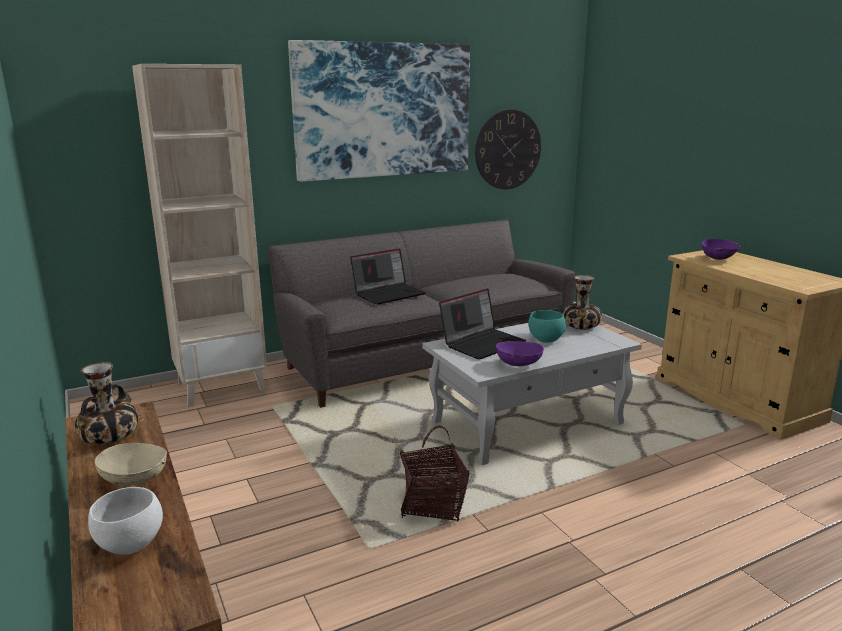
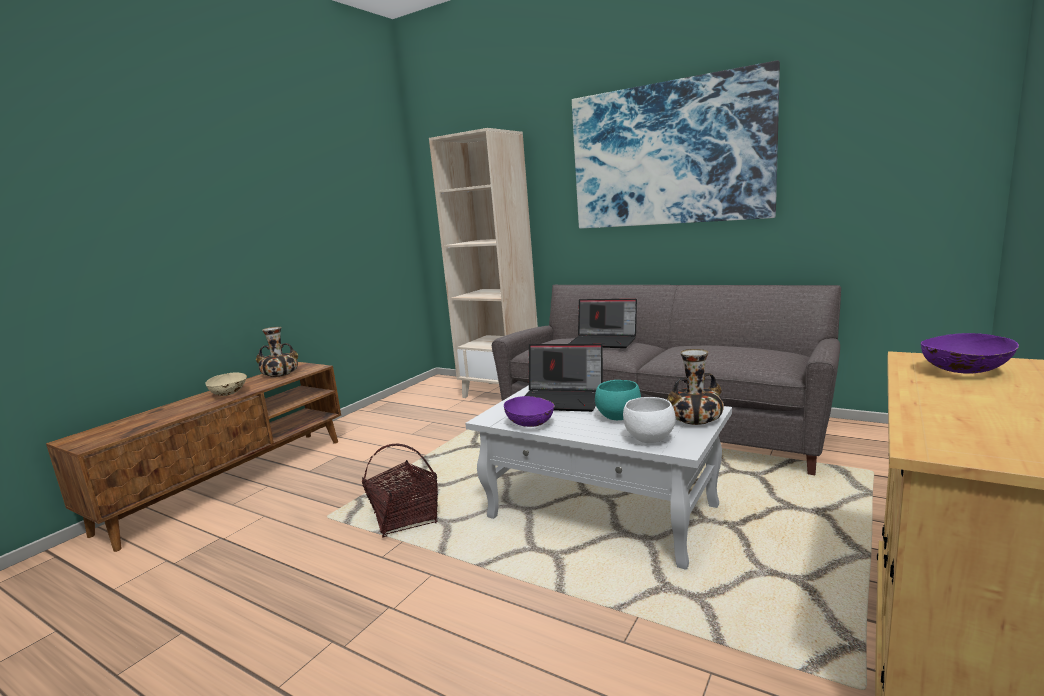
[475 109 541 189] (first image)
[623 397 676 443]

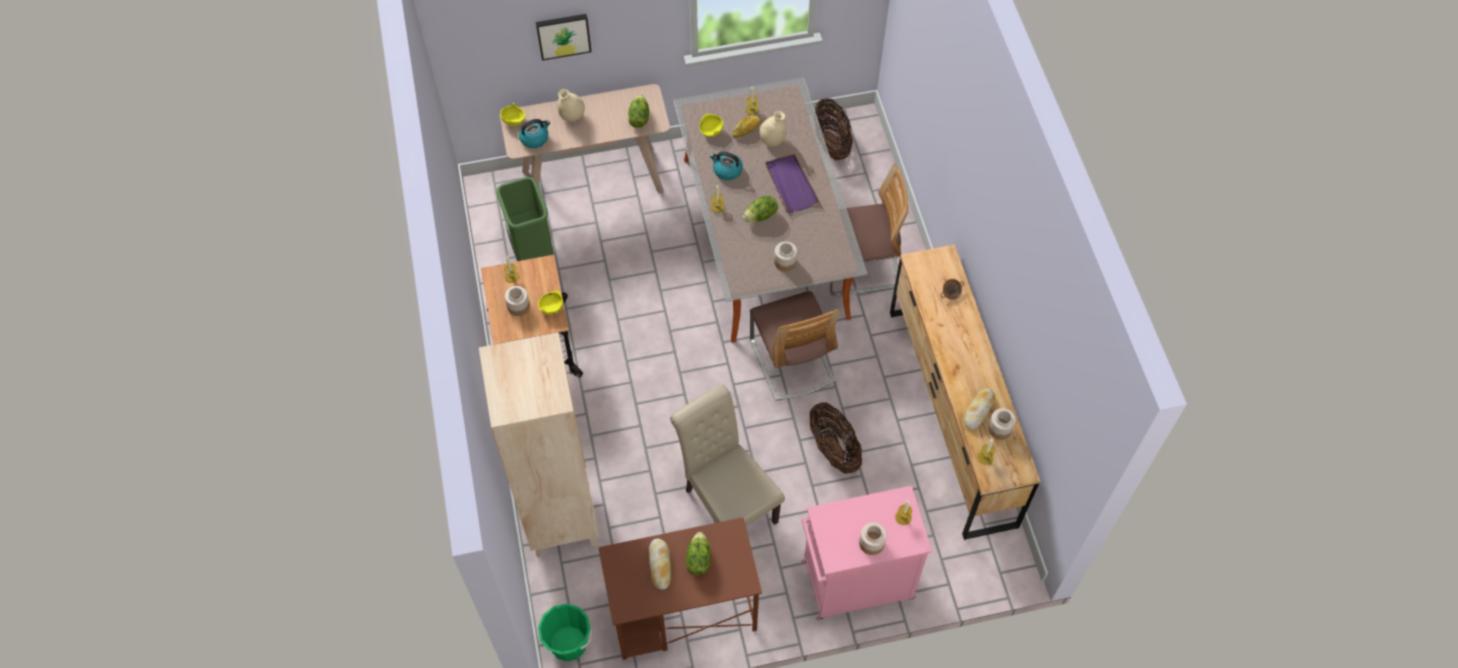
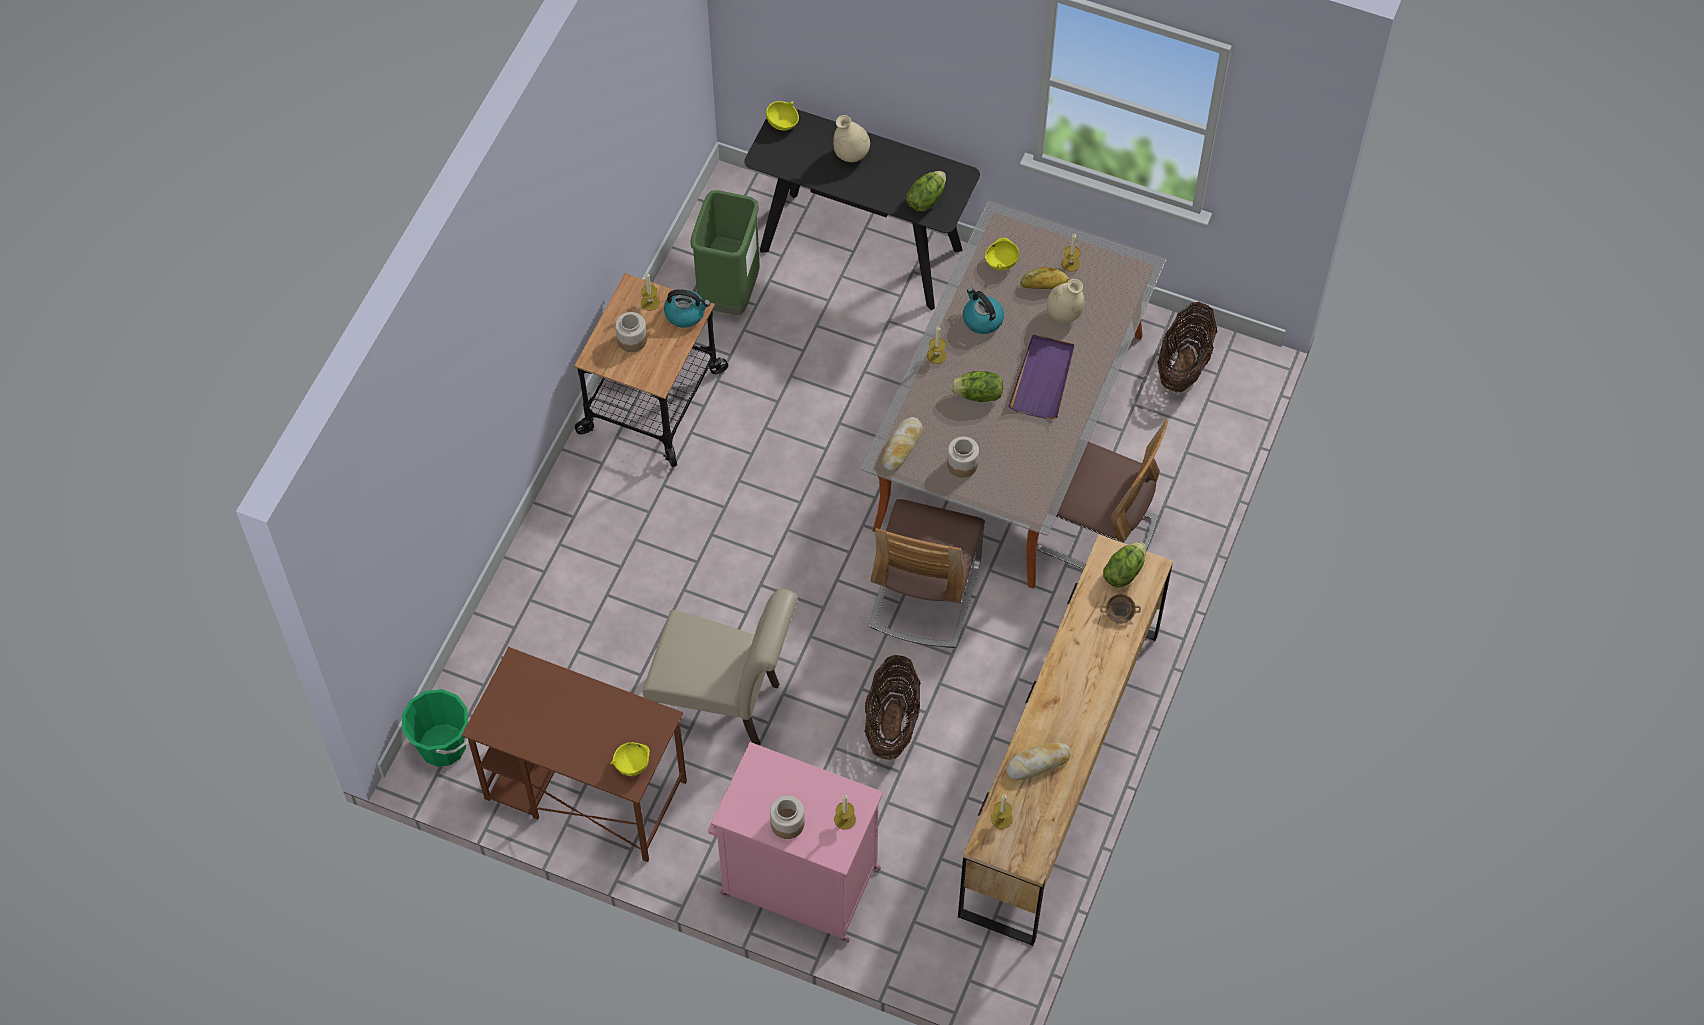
[479 332 599 557] (first image)
[536 14 592 61] (first image)
[988 408 1016 440] (first image)
[664 289 710 327]
[610 742 650 776]
[881 417 923 470]
[1103 542 1146 588]
[744 109 980 310]
[643 589 798 745]

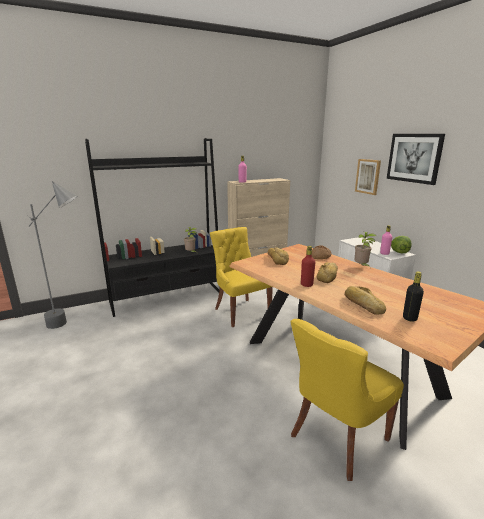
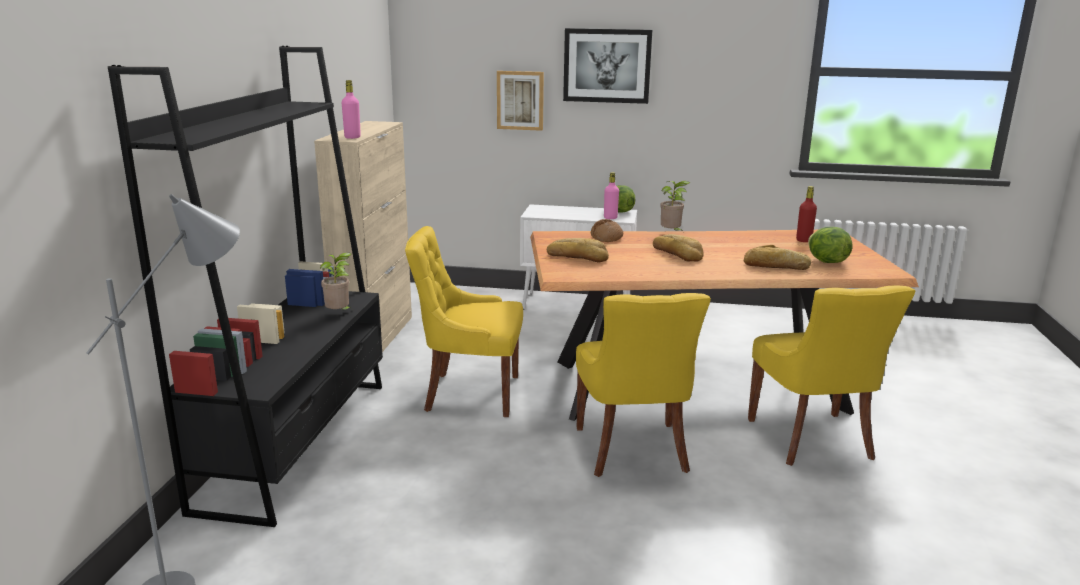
[576 293 711 477]
[796 186 817 242]
[808 227 853 263]

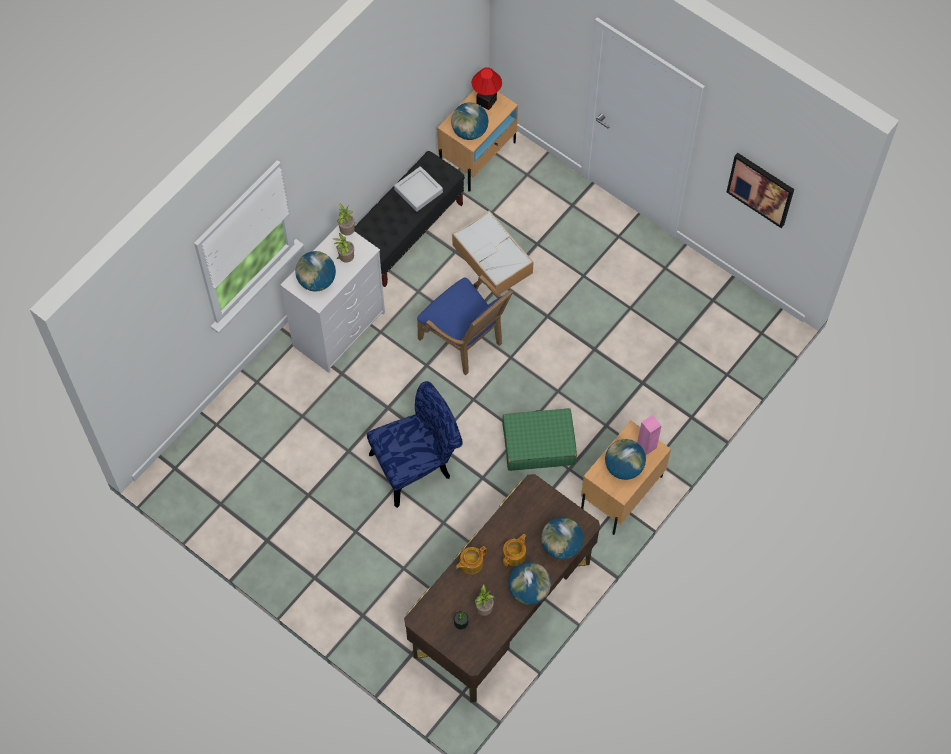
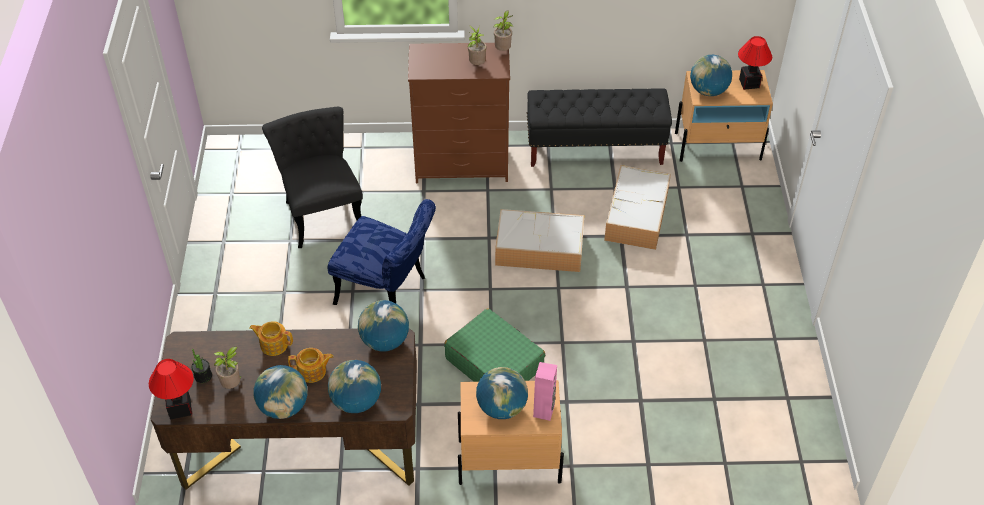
[394 166 443 212] (first image)
[727 153 794 228] (first image)
[149 359 194 420]
[262 107 363 248]
[358 300 409 351]
[495 209 584 272]
[408 43 510 183]

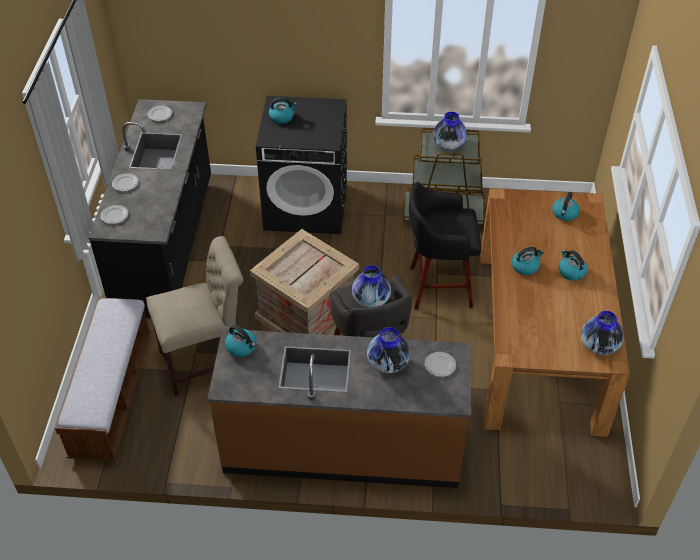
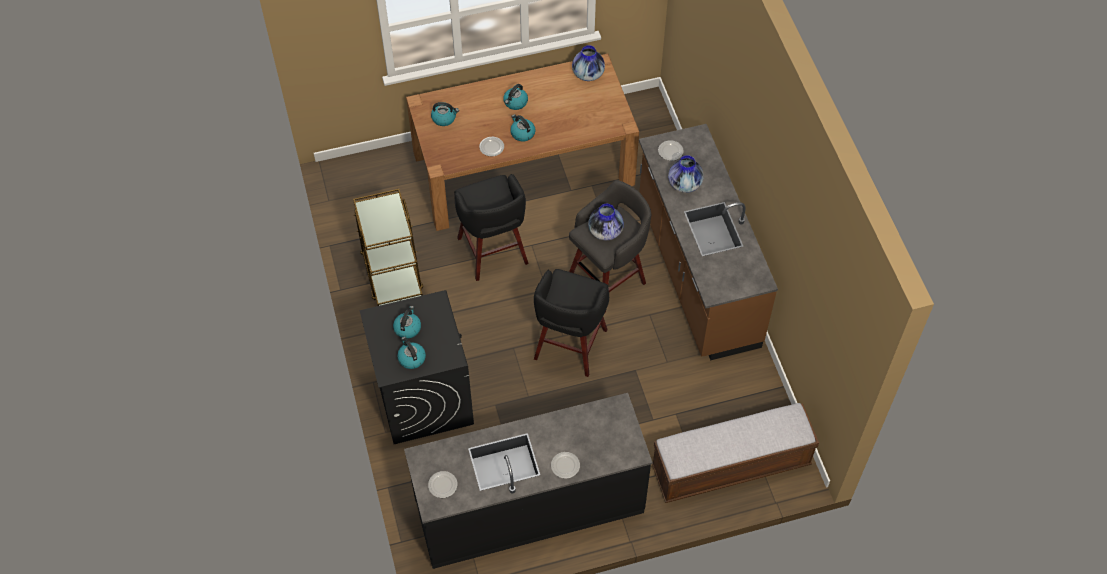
[146 236 244 397] (first image)
[433 112 467 150] (first image)
[479 137 504 156]
[393 306 421 339]
[534 269 609 377]

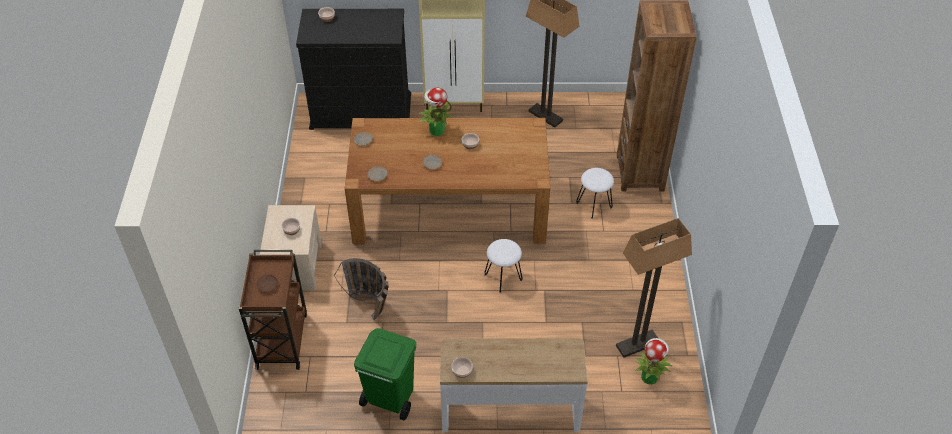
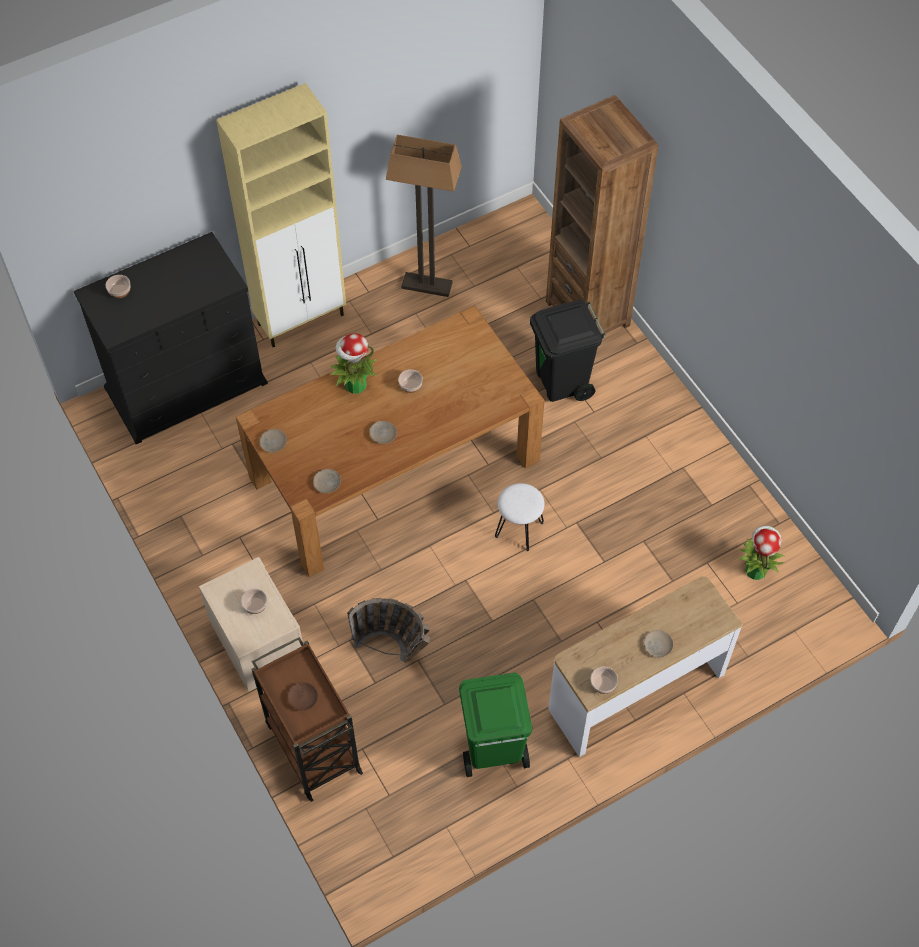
[616 218 692 358] (first image)
[644 630 673 658]
[530 300 606 402]

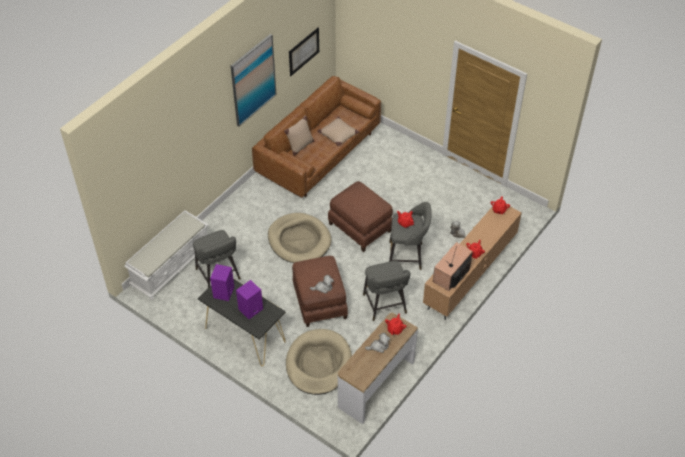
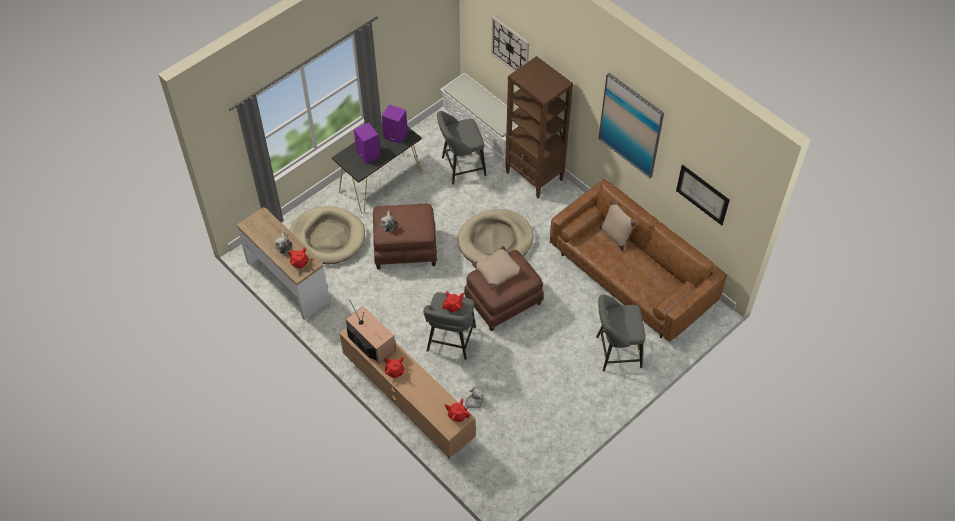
[491 16 529 71]
[505 56 573 198]
[472 246 525 290]
[596 295 646 372]

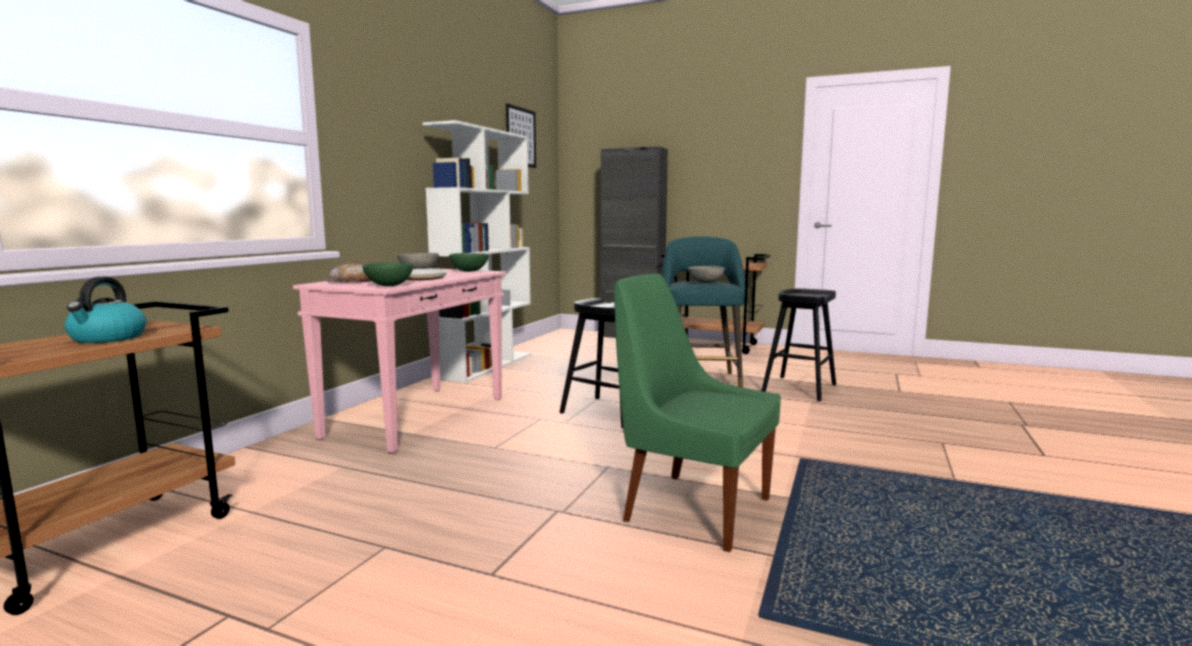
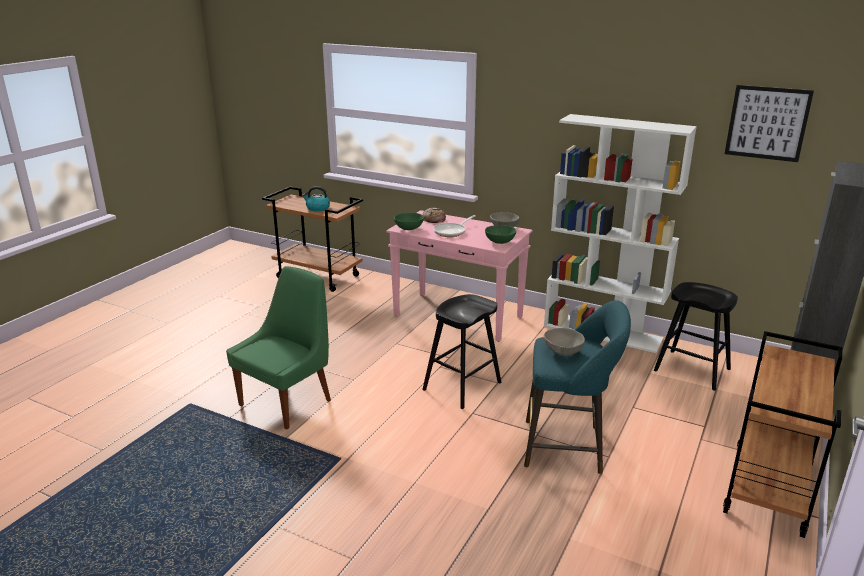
[654 282 738 391]

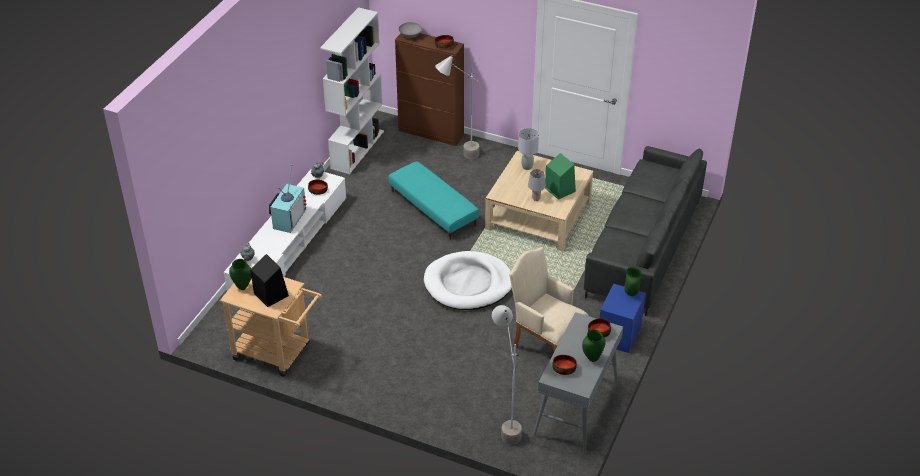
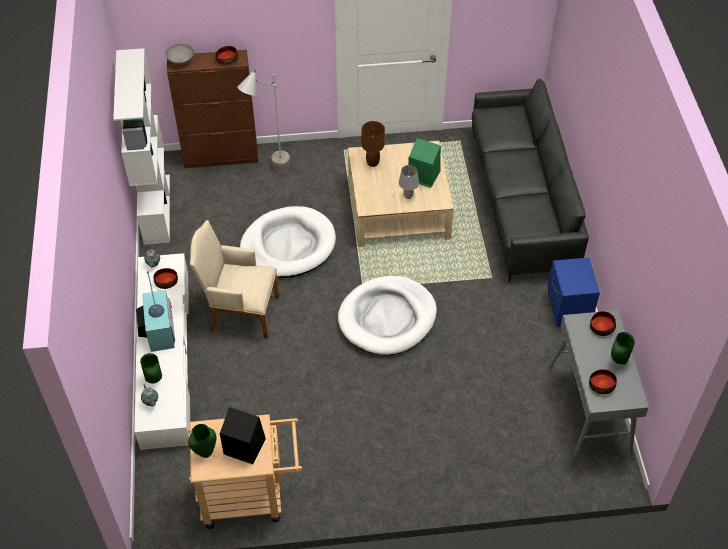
[492 305 522 445] (first image)
[190 220 279 339]
[140 353 162 383]
[240 206 336 278]
[362 121 385 167]

